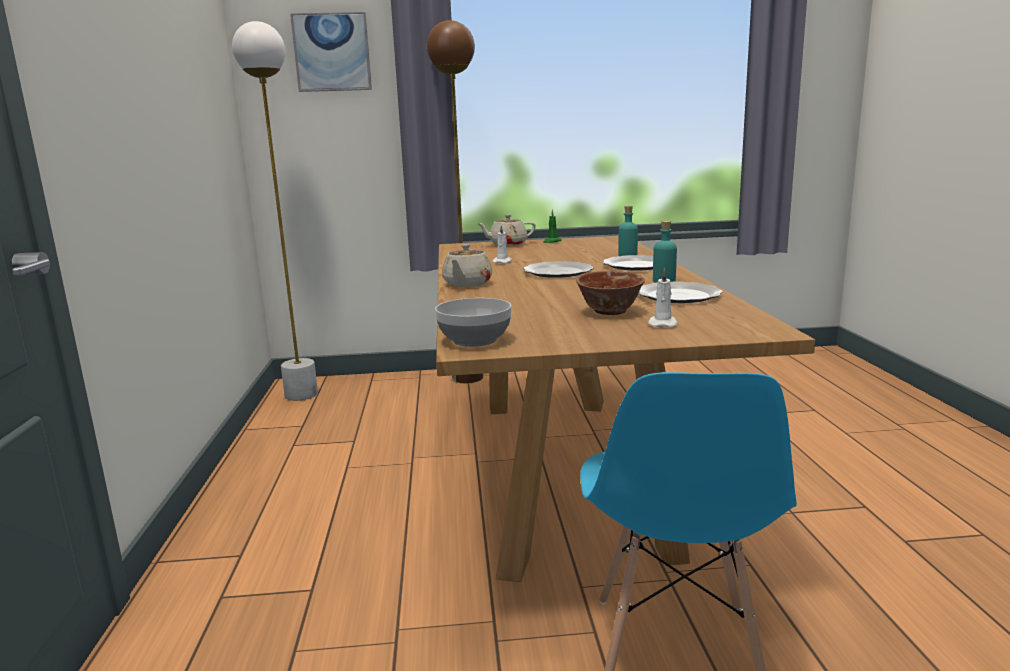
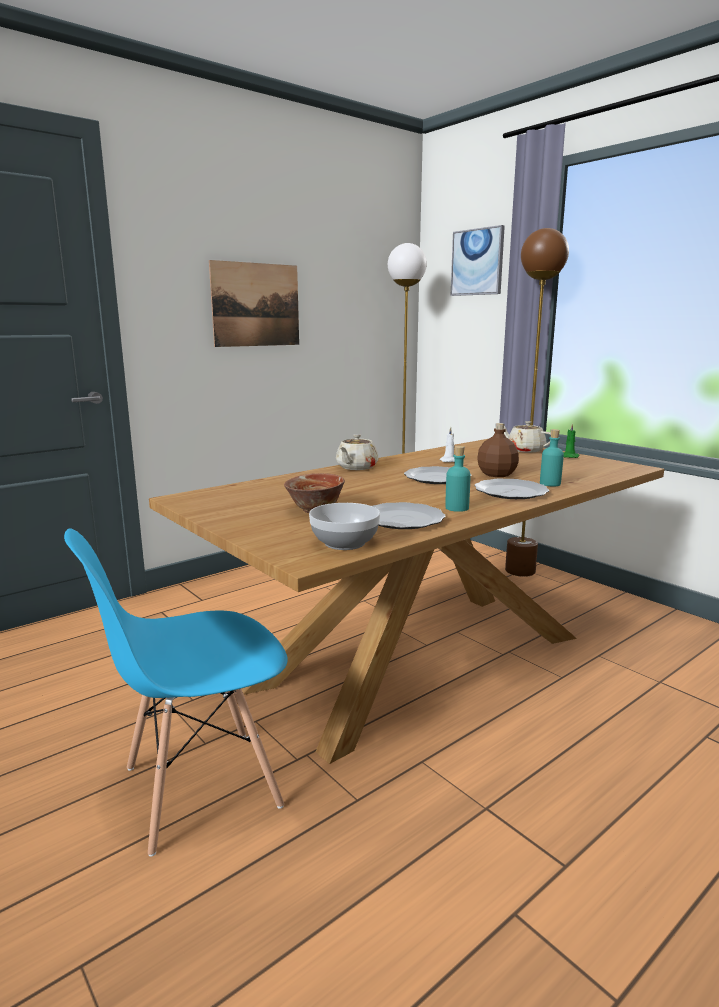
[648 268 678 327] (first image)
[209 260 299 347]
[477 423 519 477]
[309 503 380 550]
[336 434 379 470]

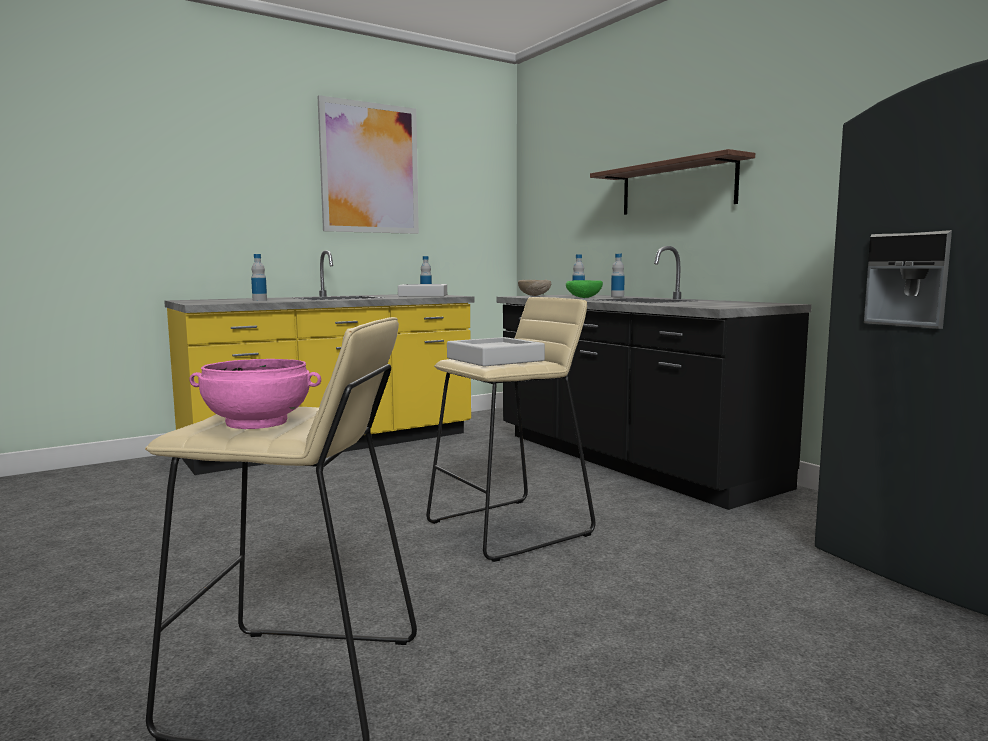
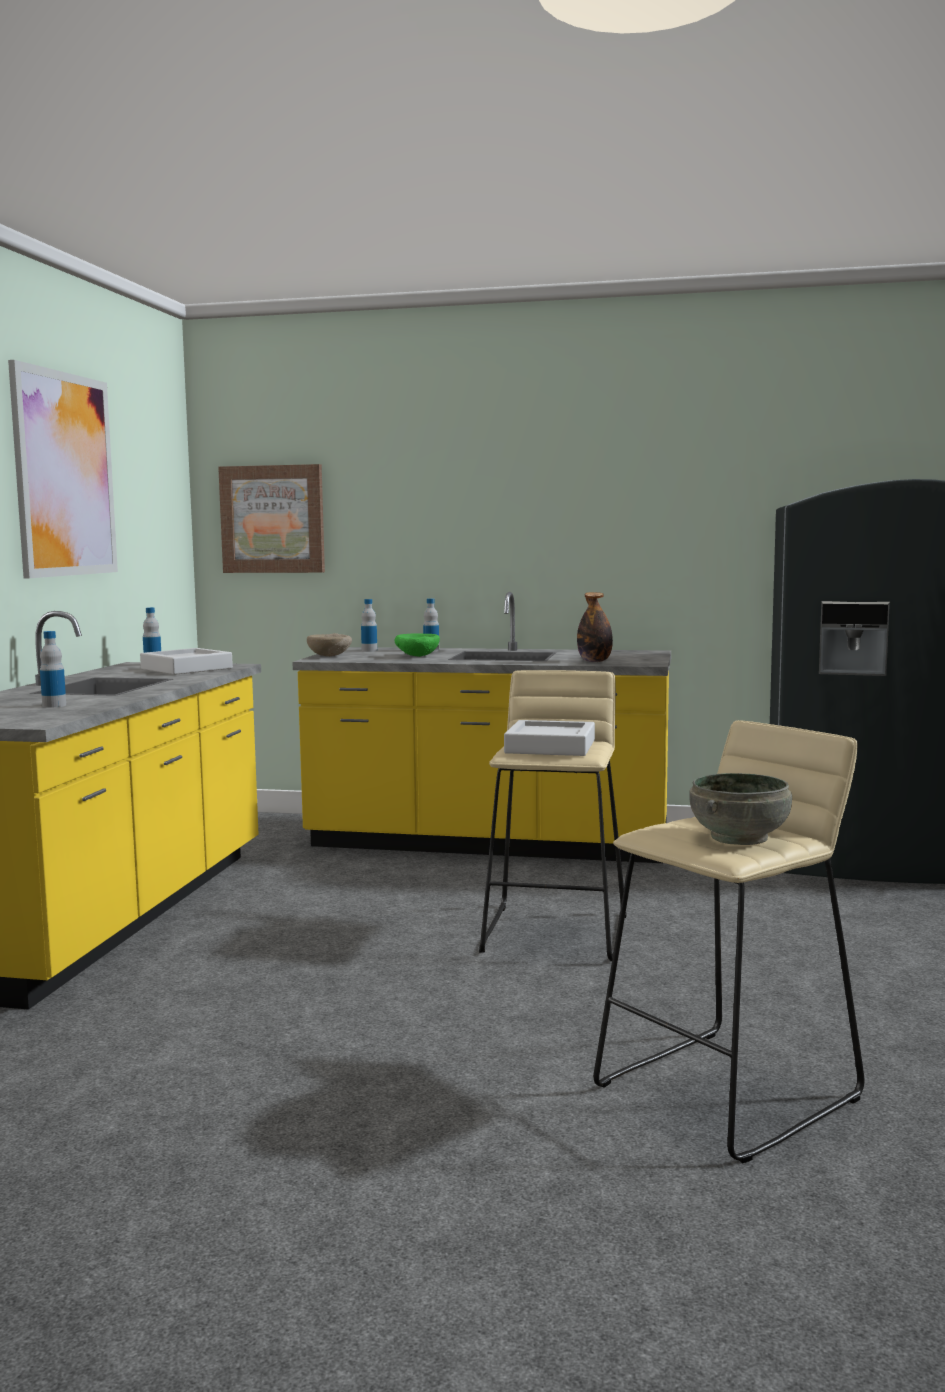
[590 149 755 215] (first image)
[218 464 325 573]
[577 592 613 662]
[689 773 792 845]
[292 592 671 863]

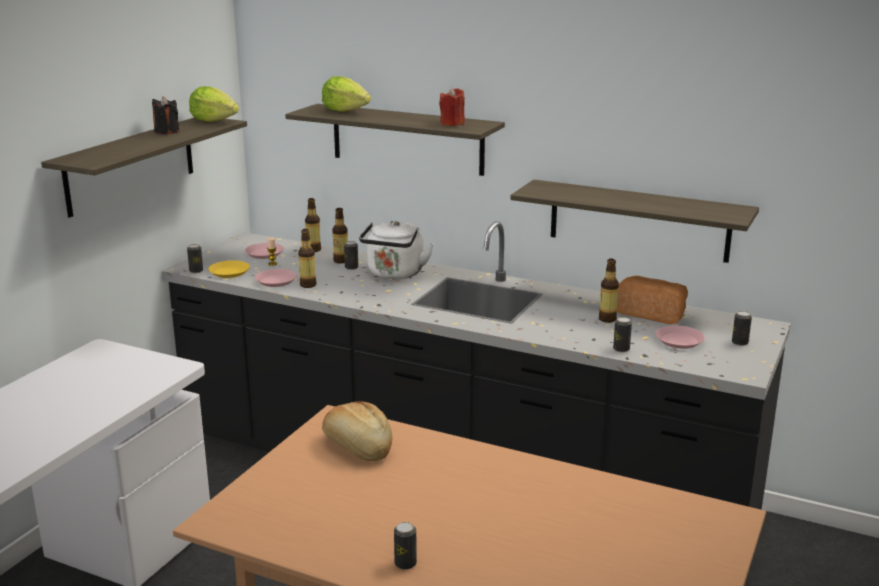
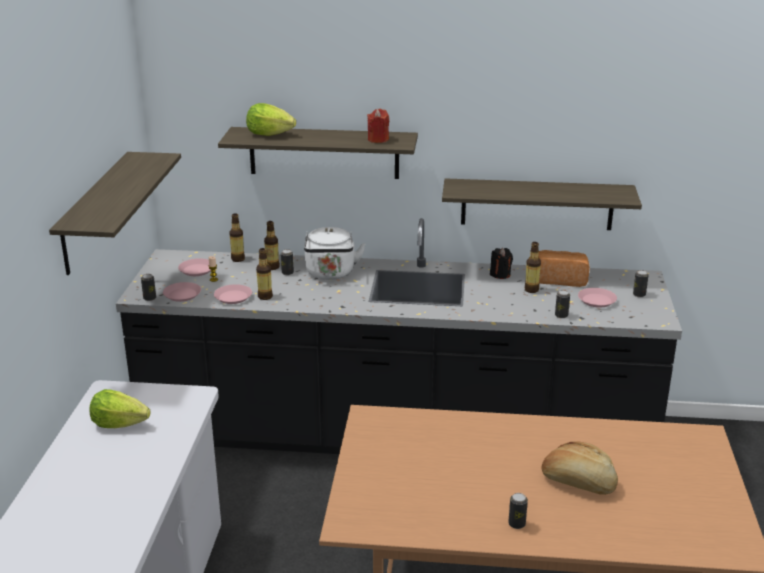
[490 248 513 279]
[89 389 151 428]
[541 441 618 495]
[163 282 201 302]

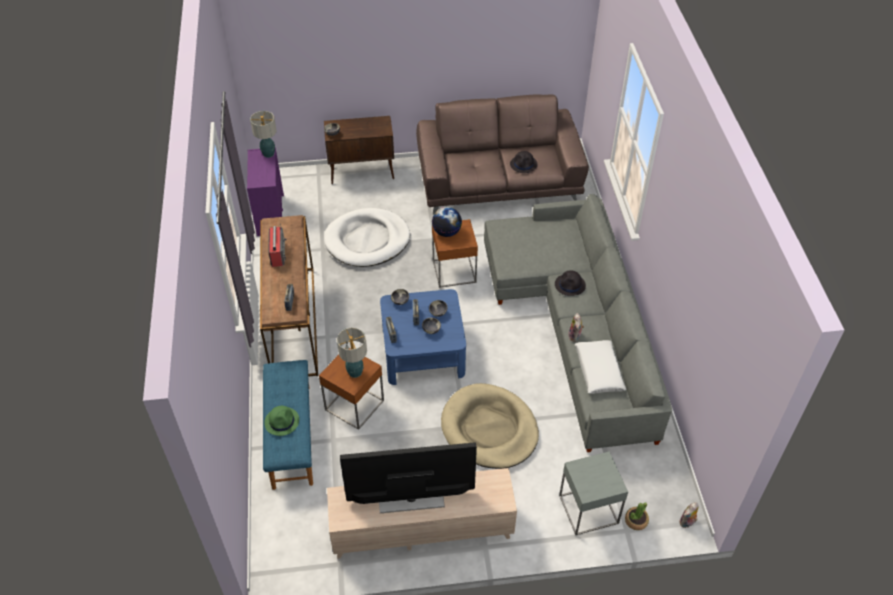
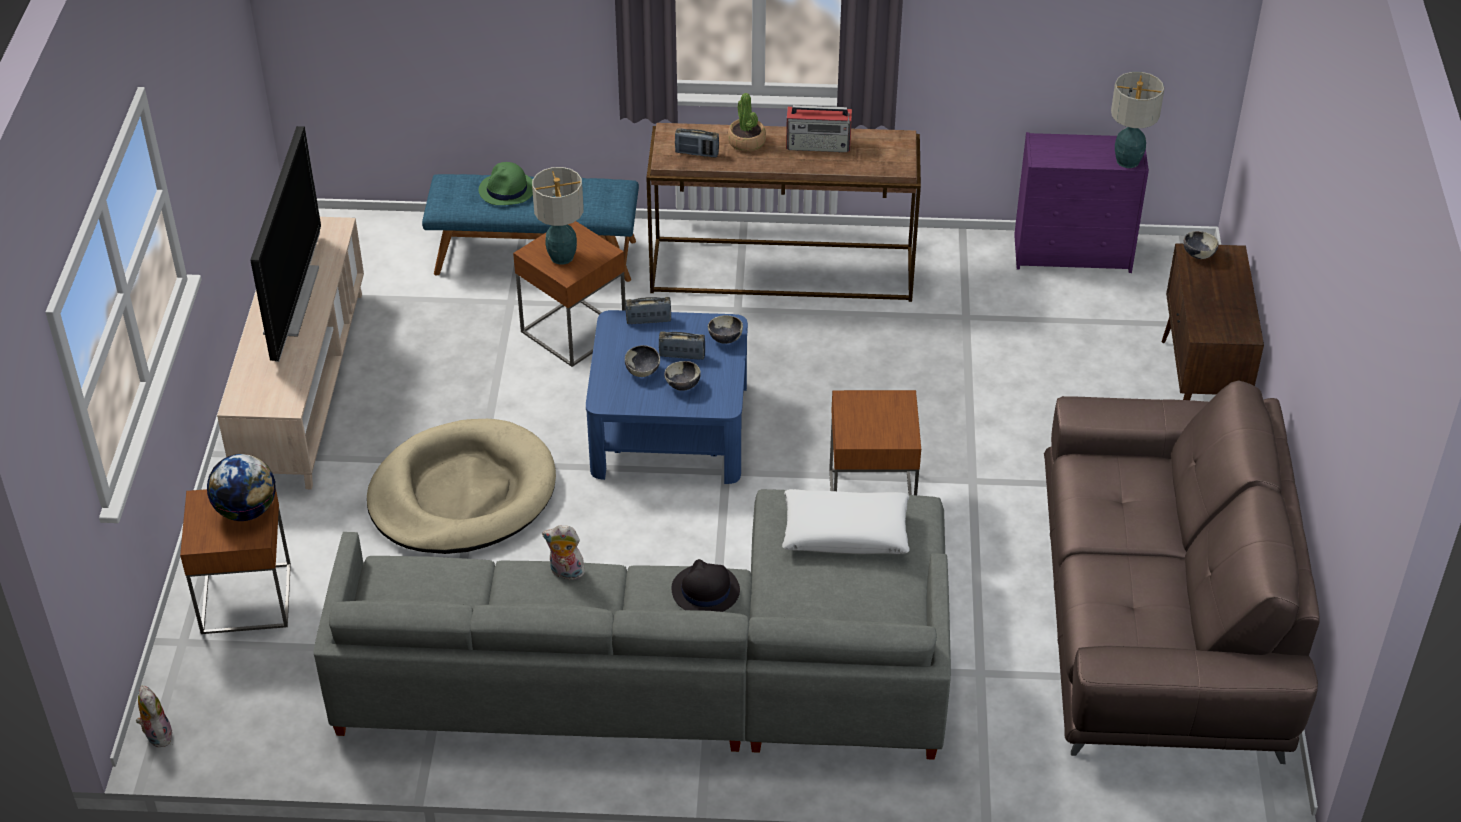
[324 208 410 267] (first image)
[510 151 538 173] (first image)
[207 454 276 521]
[782 489 910 554]
[728 93 766 151]
[180 489 291 634]

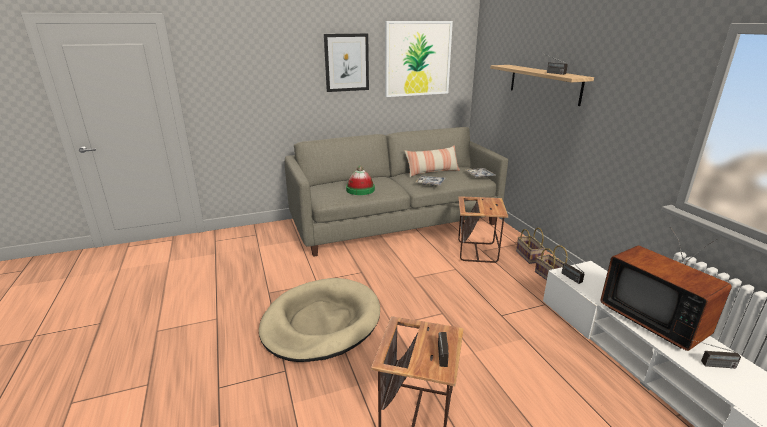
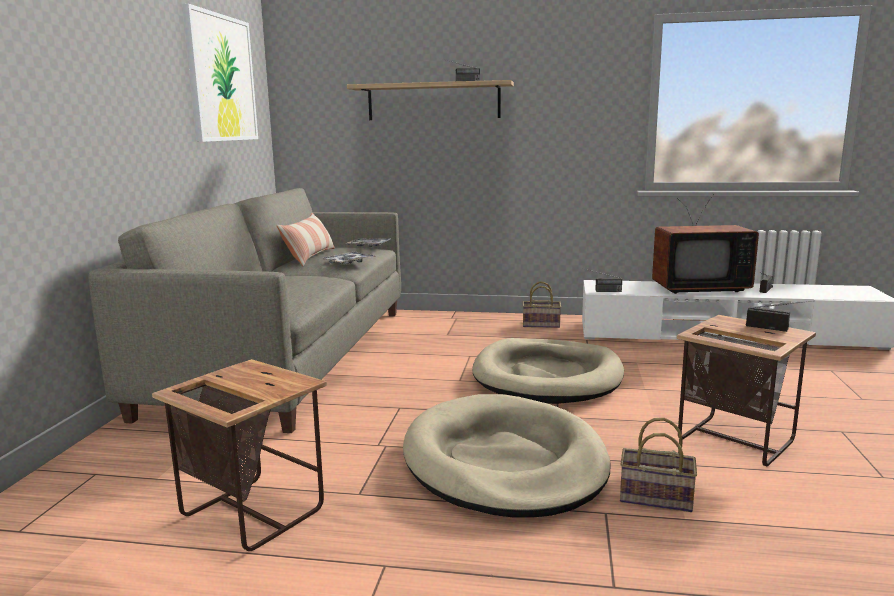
[324 33 369 92] (first image)
[346 166 375 195] (first image)
[472 338 624 404]
[152 359 327 551]
[620 418 697 512]

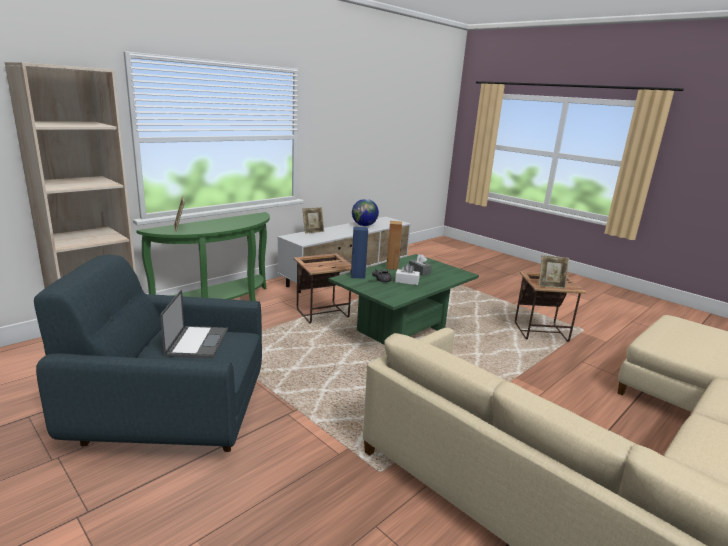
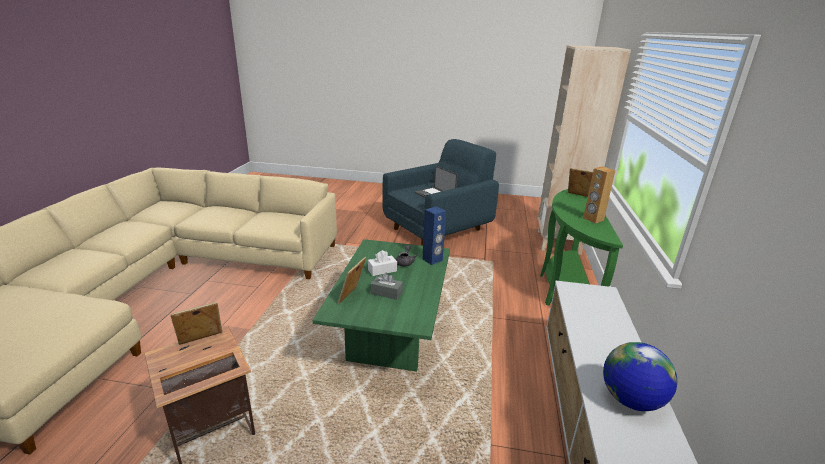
[294 253 351 324] (first image)
[337 257 366 304]
[583 166 615 224]

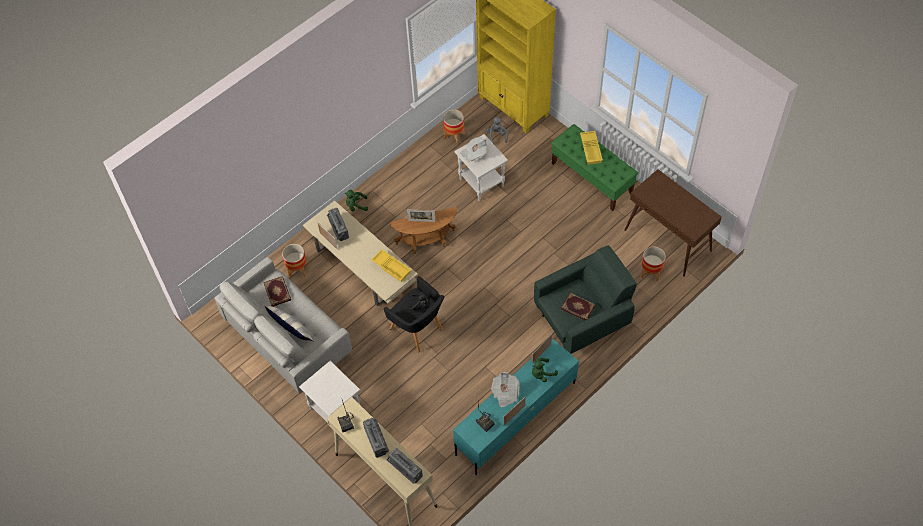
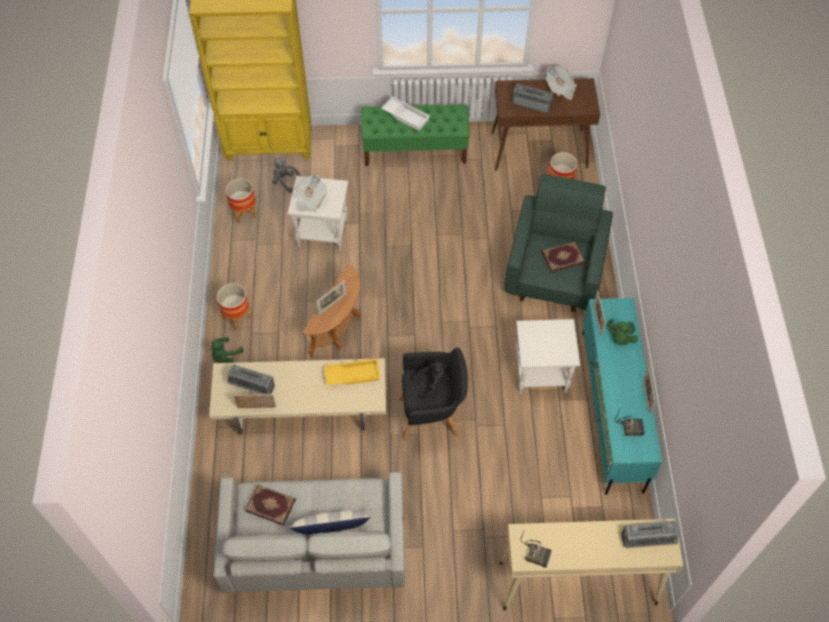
[217 283 252 330]
[515 319 580 394]
[512 83 554 113]
[546 66 577 100]
[381 97 430 131]

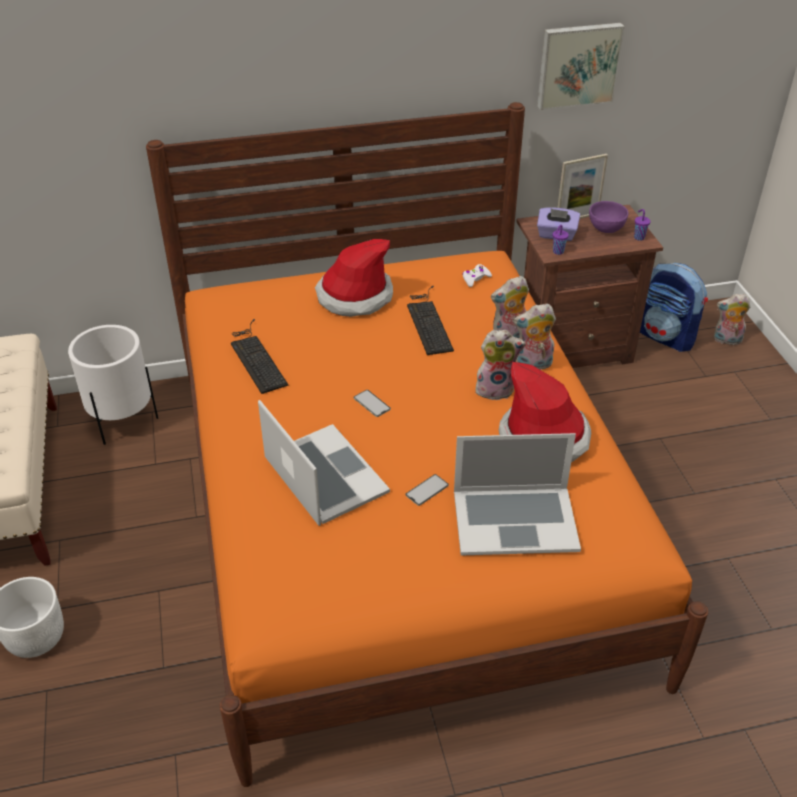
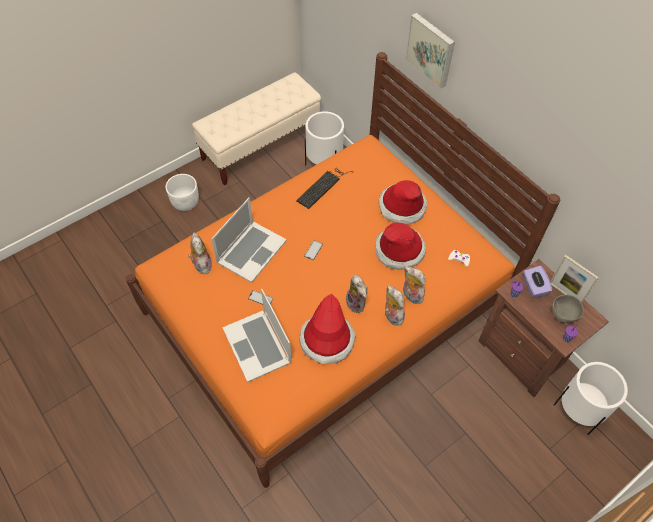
[405 13 455 89]
[188 232 212 274]
[375 222 426 270]
[554 362 628 435]
[552 294 584 323]

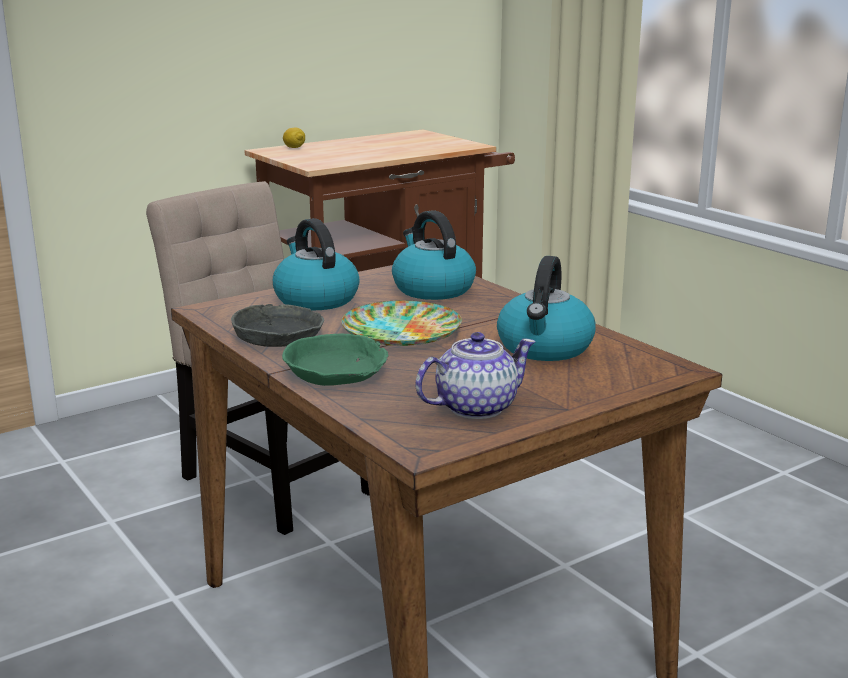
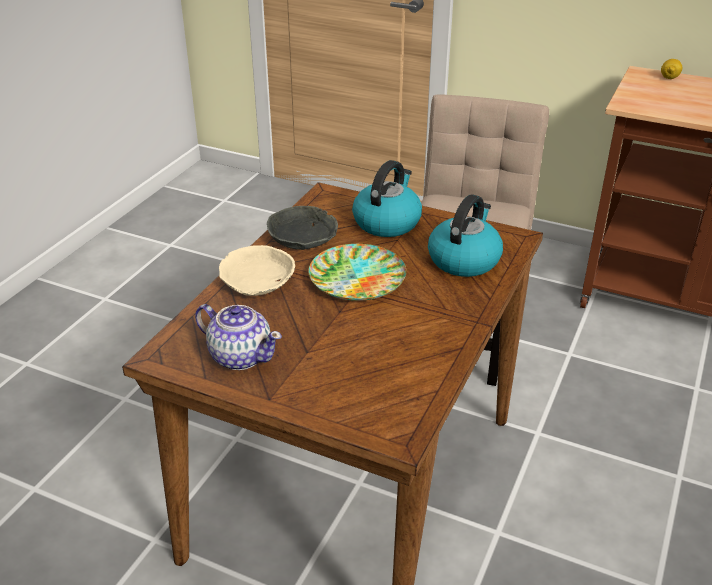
[497 256 596 361] (first image)
[219 245 295 296]

